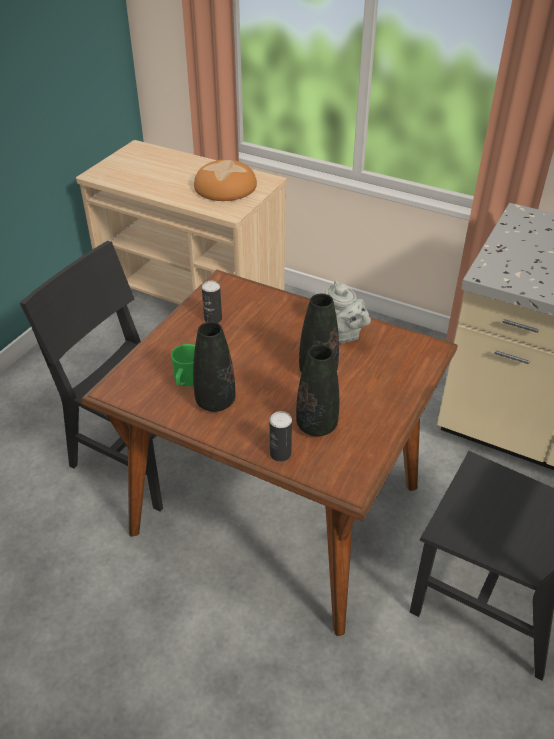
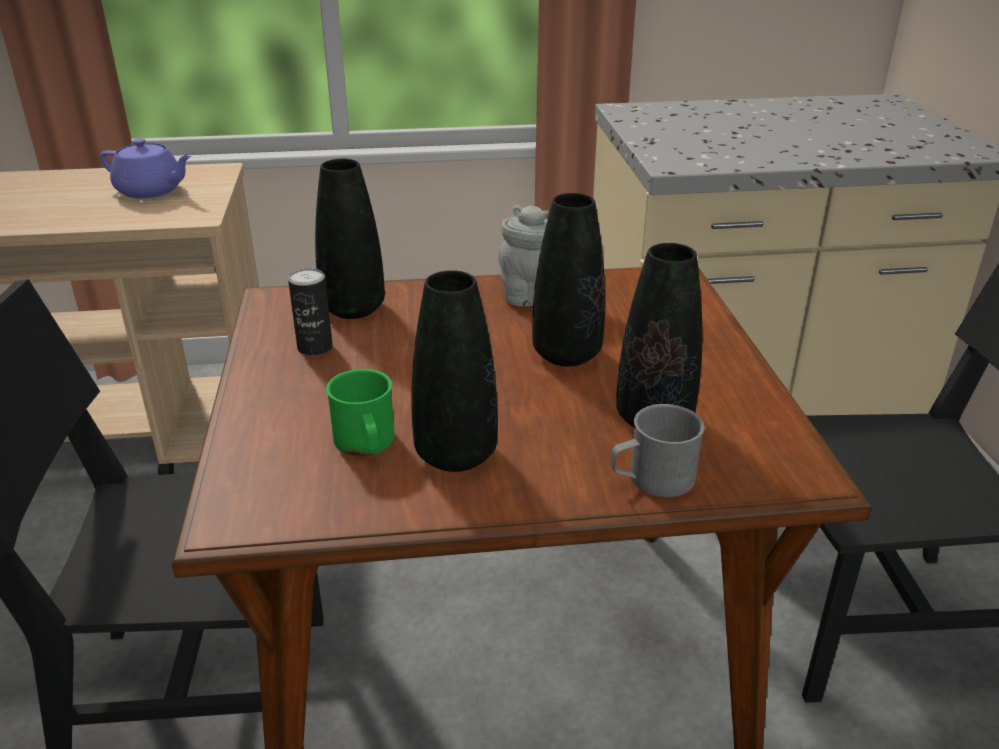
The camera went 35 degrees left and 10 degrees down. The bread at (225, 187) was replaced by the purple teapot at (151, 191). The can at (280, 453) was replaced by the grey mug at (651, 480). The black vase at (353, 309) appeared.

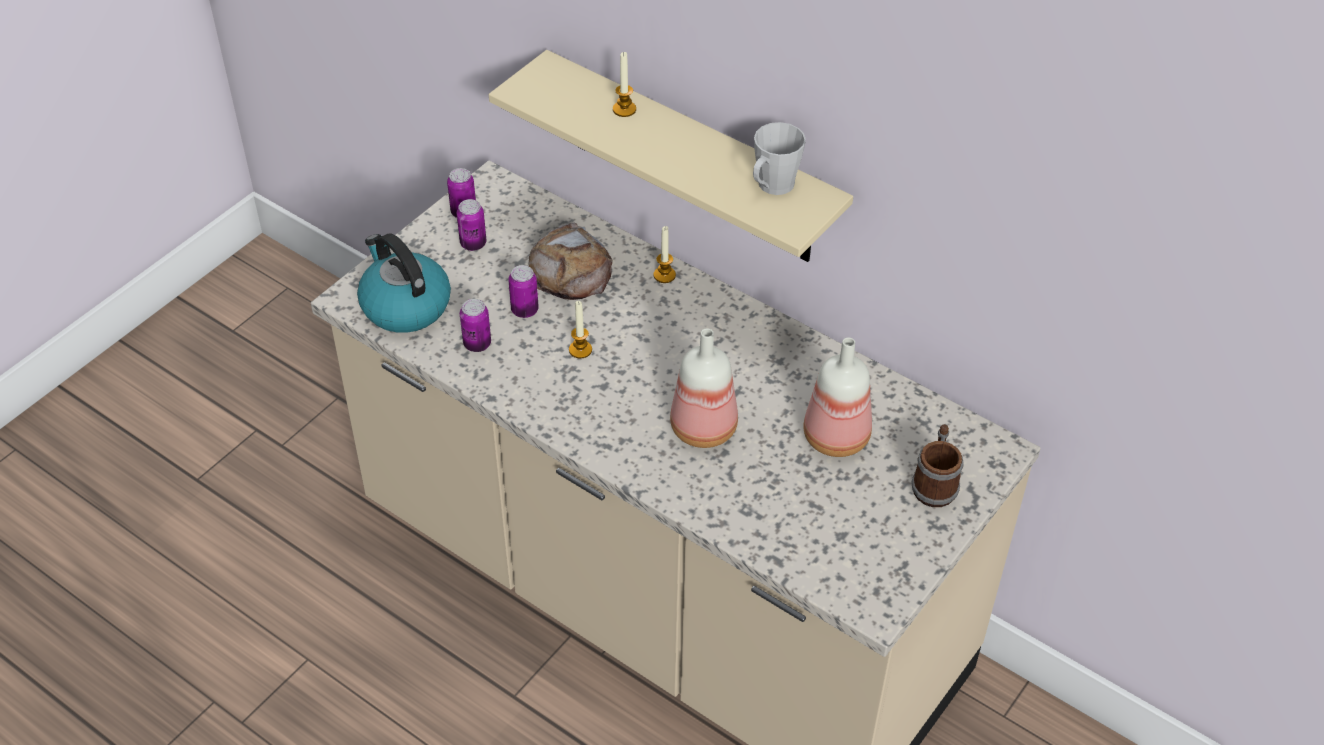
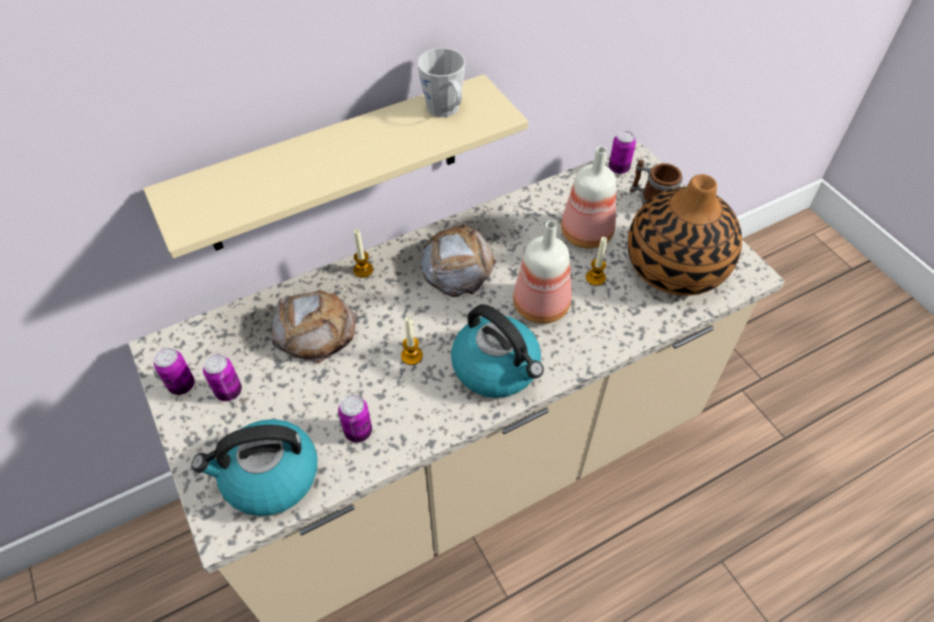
The camera went 65 degrees left and 5 degrees up. The candle moved from (624, 109) to (595, 278). The can moved from (524, 310) to (618, 168). The vase at (675, 267) appeared. The bread at (457, 266) appeared. The kettle at (497, 368) appeared.

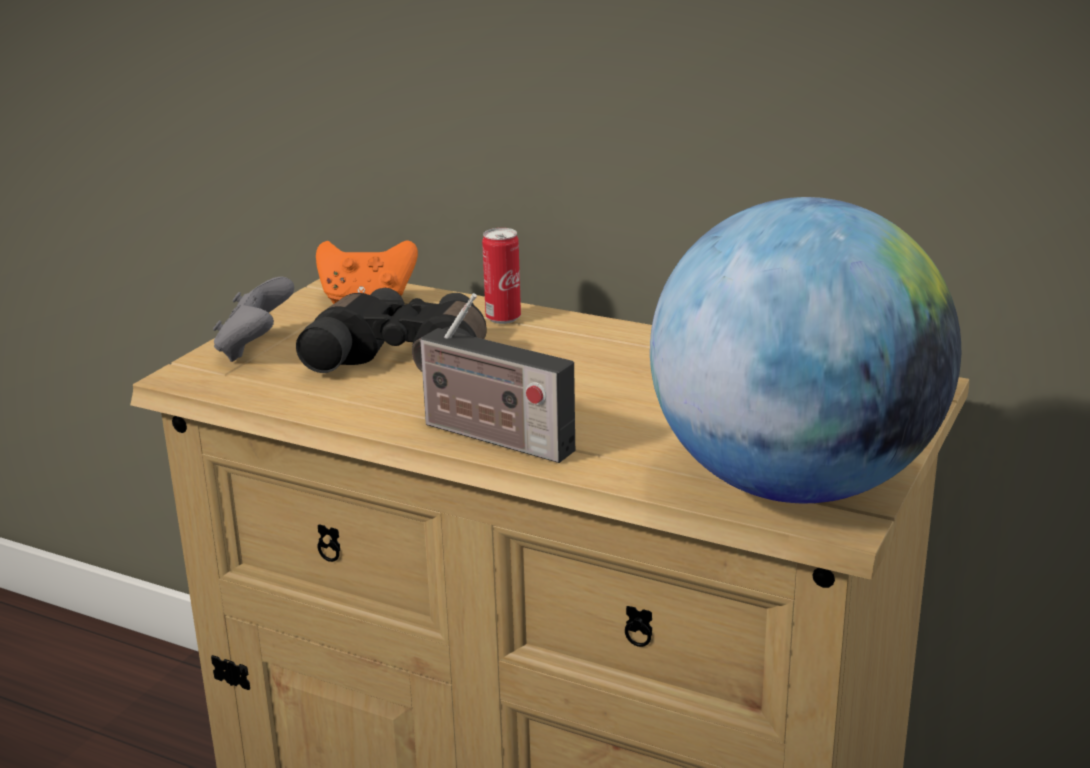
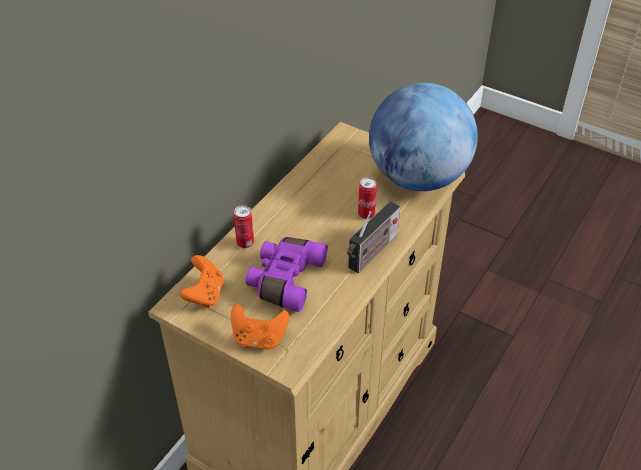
The camera went 85 degrees left and 20 degrees up. The grey game controller at (255, 349) became the orange game controller at (259, 338). The black binoculars at (405, 358) became the purple binoculars at (284, 279). The can at (366, 214) appeared.

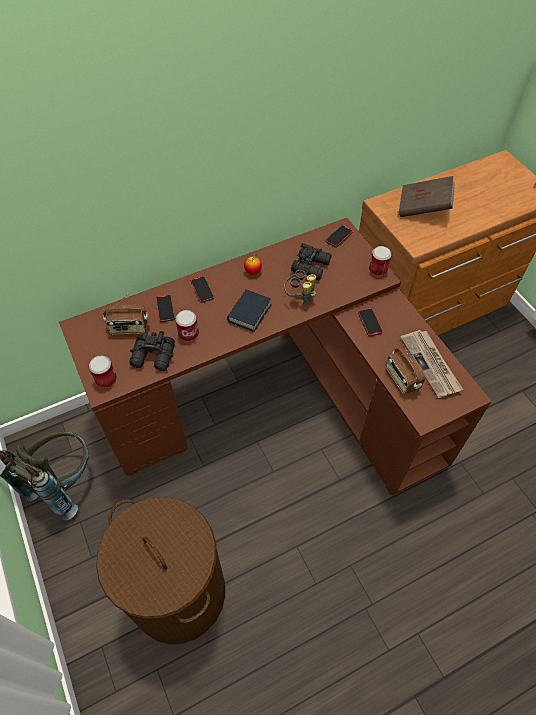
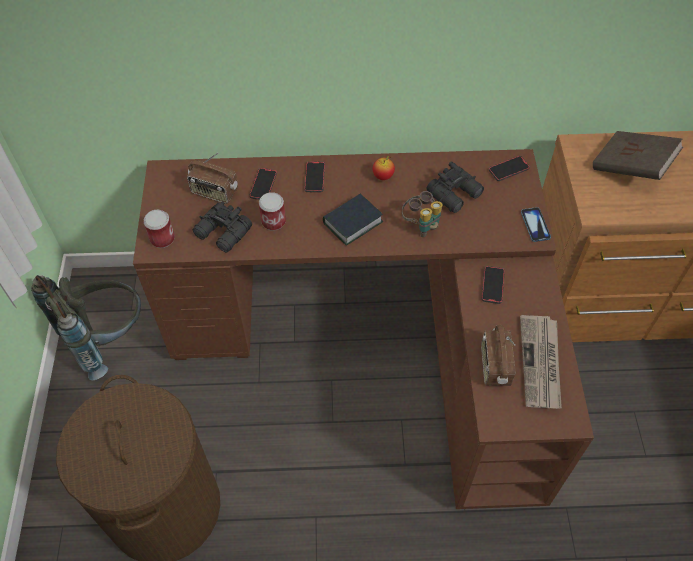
The camera went 25 degrees right and 0 degrees up. The can at (378, 269) was replaced by the phone at (535, 225).

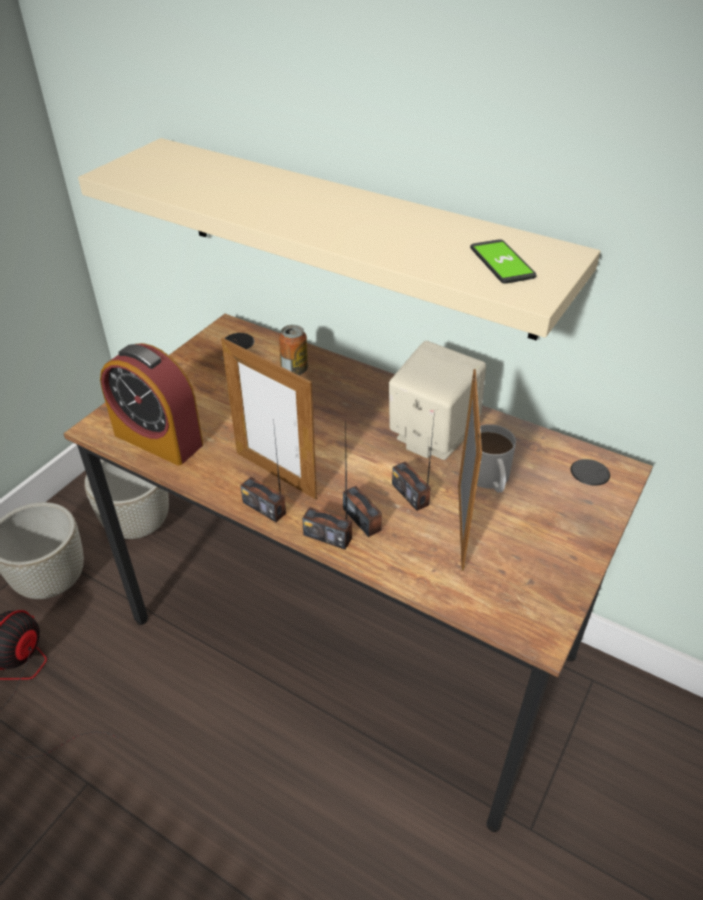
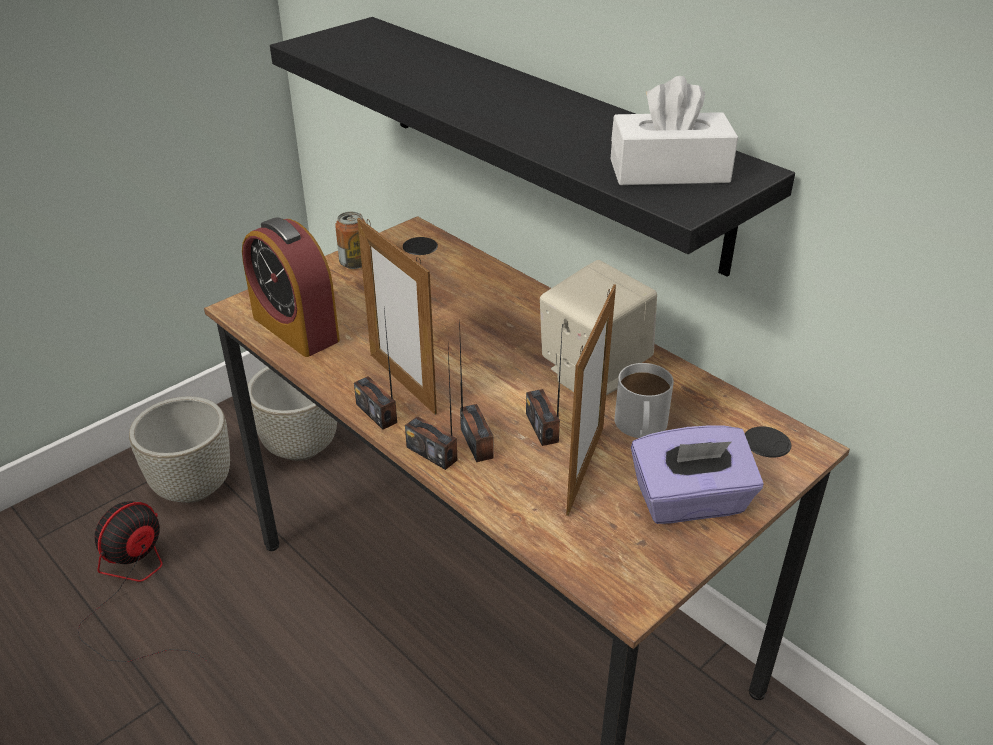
The camera went 15 degrees right and 5 degrees down. The beige shelf at (352, 236) became the black shelf at (546, 137). The phone at (501, 263) was replaced by the white tissue box at (669, 171). The can moved from (294, 370) to (354, 263). The purple tissue box at (690, 502) appeared.

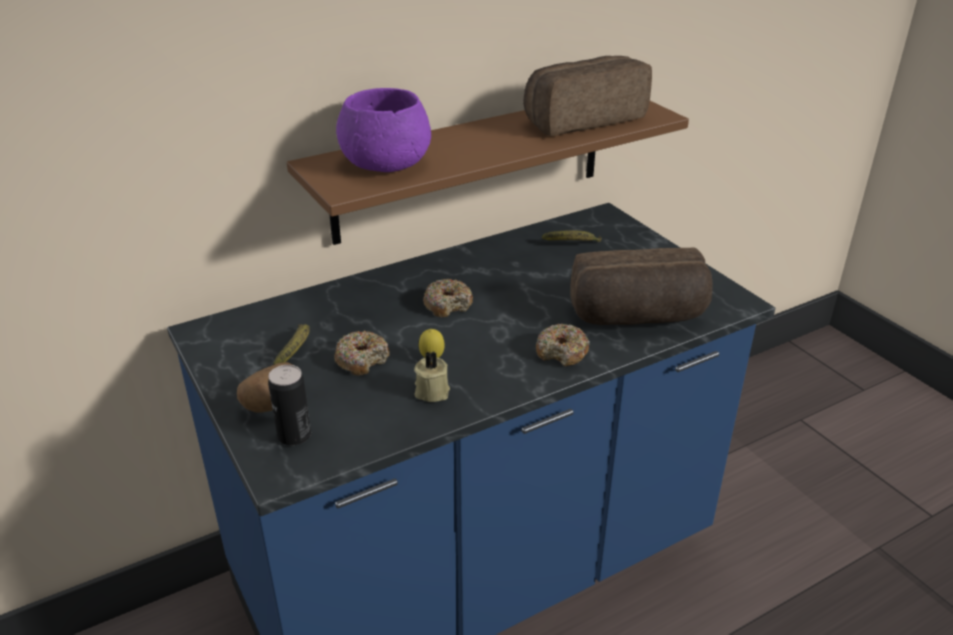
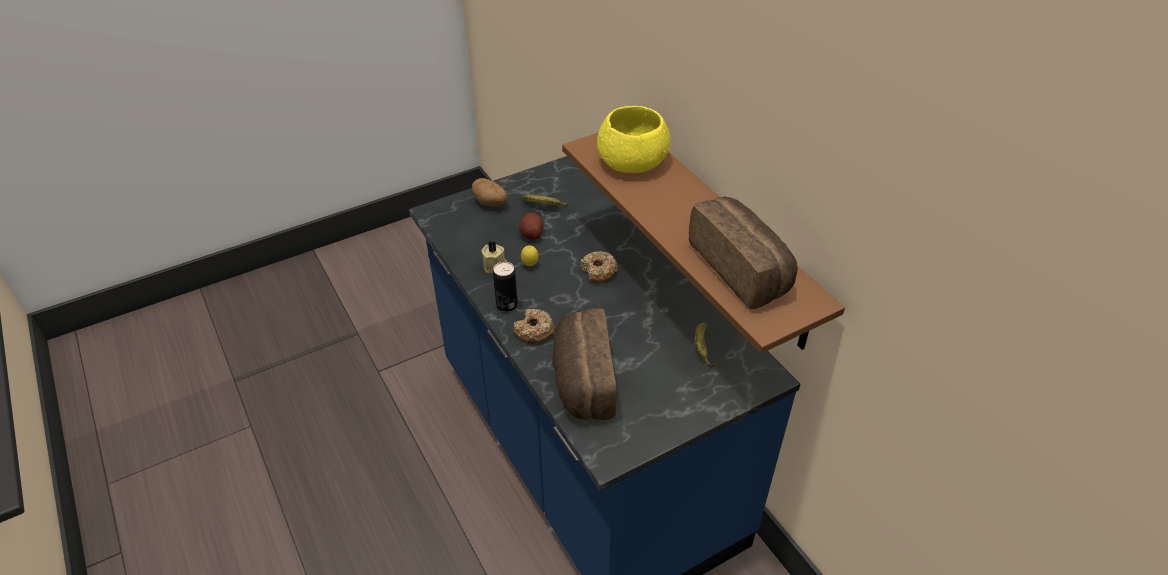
The camera went 90 degrees right and 10 degrees up. The purple bowl at (385, 163) became the yellow bowl at (631, 161). The donut at (362, 360) was replaced by the potato at (531, 234). The can moved from (294, 435) to (507, 305).

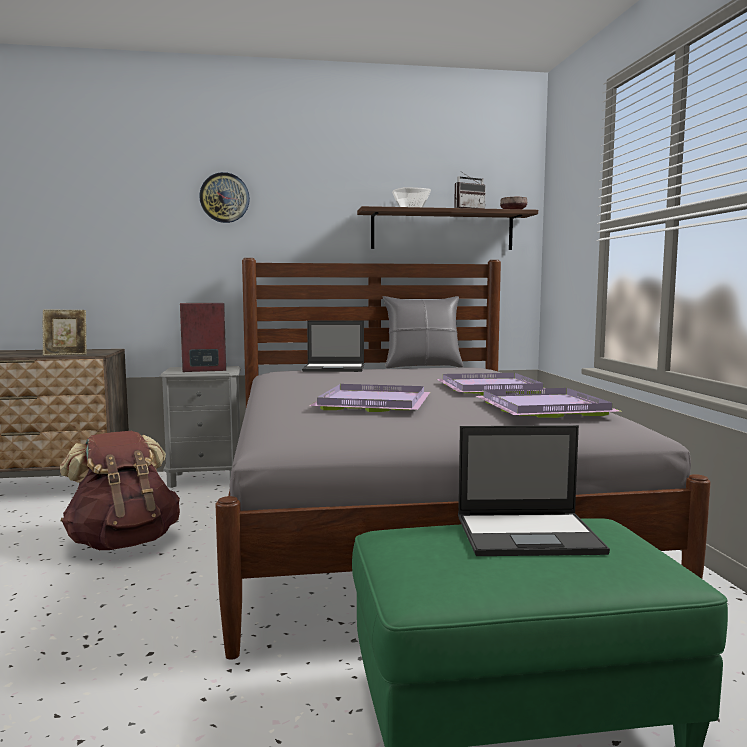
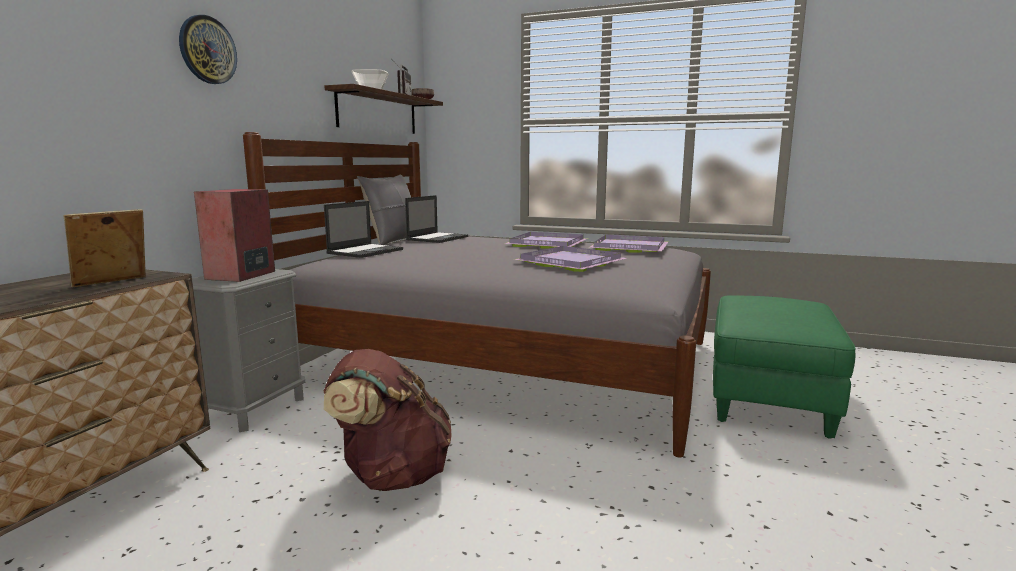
The camera went 60 degrees left and 5 degrees up. The picture frame at (66, 354) turned 150 degrees counterclockwise. The laptop moved from (529, 534) to (438, 238).

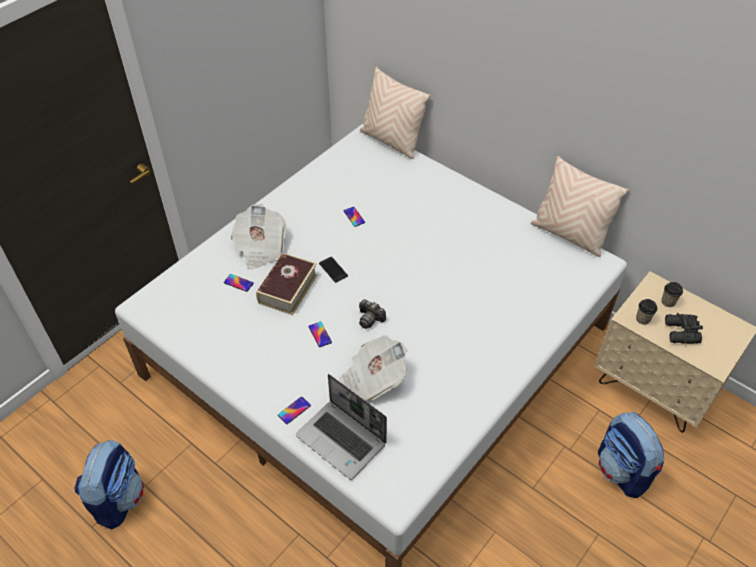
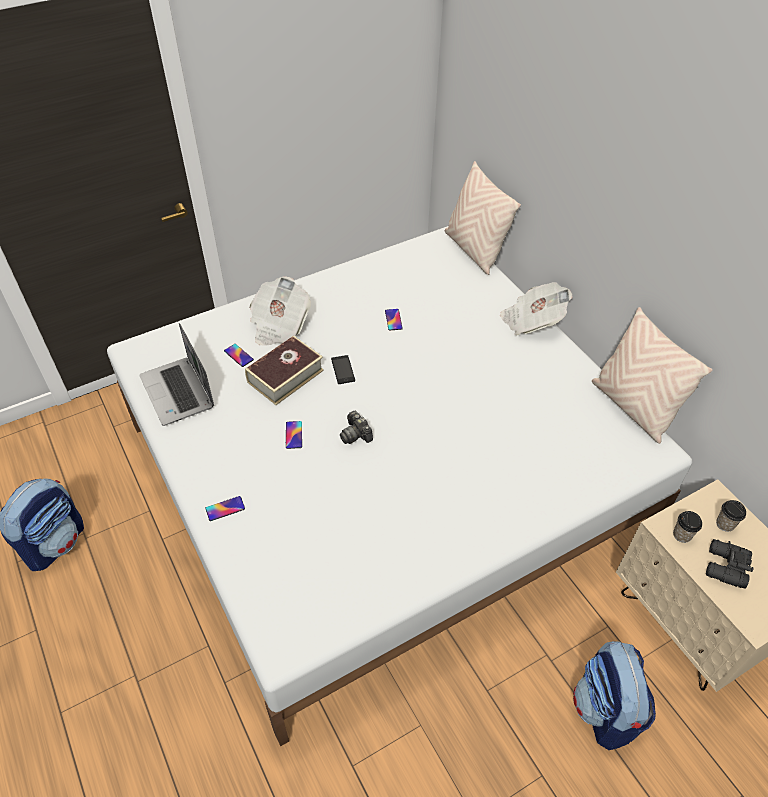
The camera went 20 degrees right and 0 degrees up. The newspaper moved from (373, 379) to (532, 321). The laptop moved from (342, 440) to (179, 392).

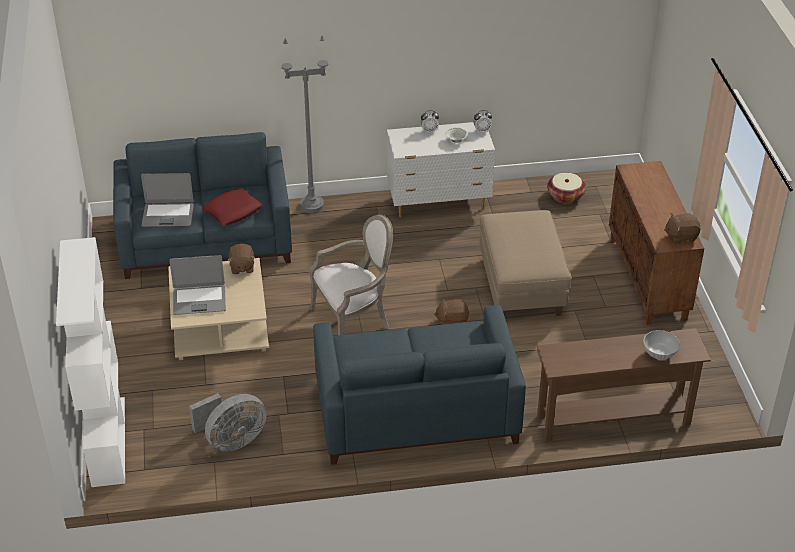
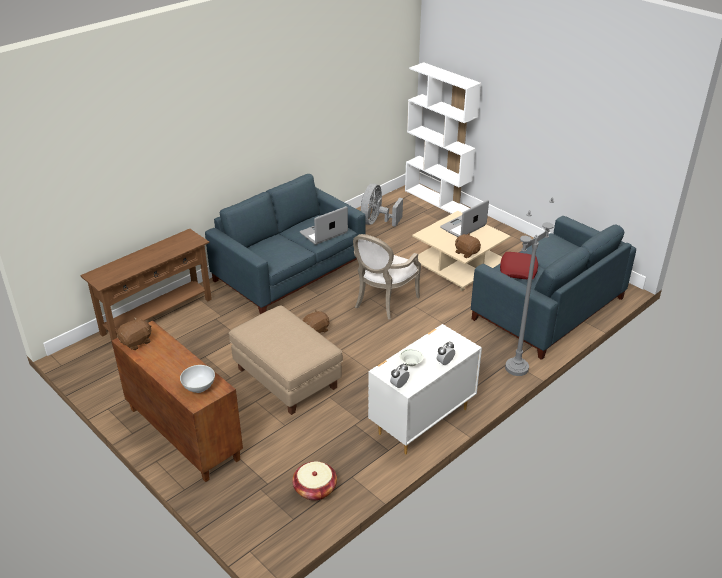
The camera went 145 degrees right and 5 degrees down. The laptop moved from (168, 215) to (324, 233). The white bowl moved from (659, 354) to (199, 387).

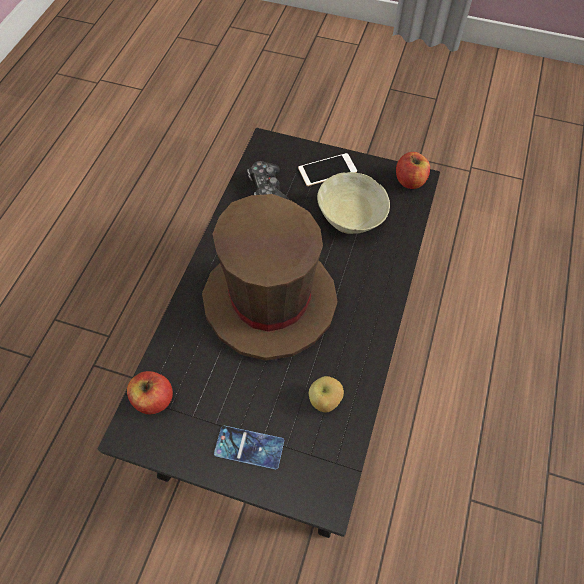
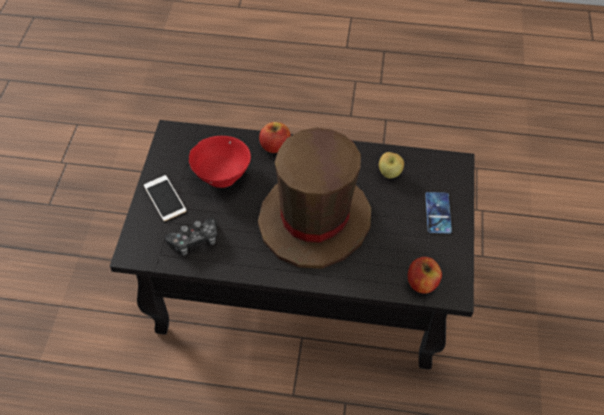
The camera went 100 degrees left and 5 degrees down. The apple moved from (410, 181) to (275, 146). The beige bowl at (351, 221) became the red bowl at (223, 175).

